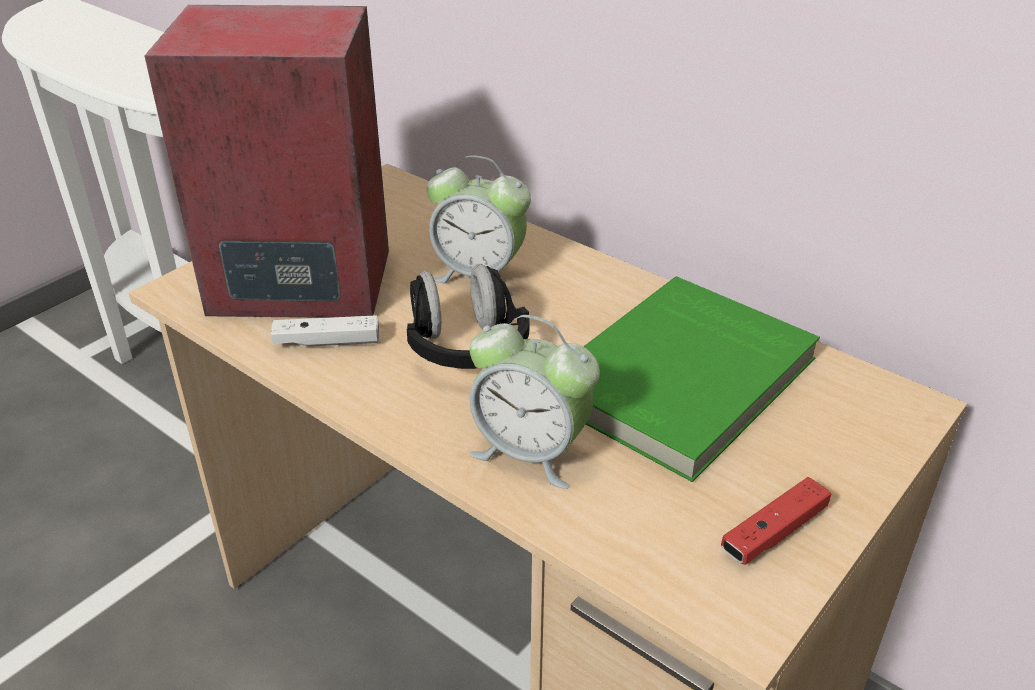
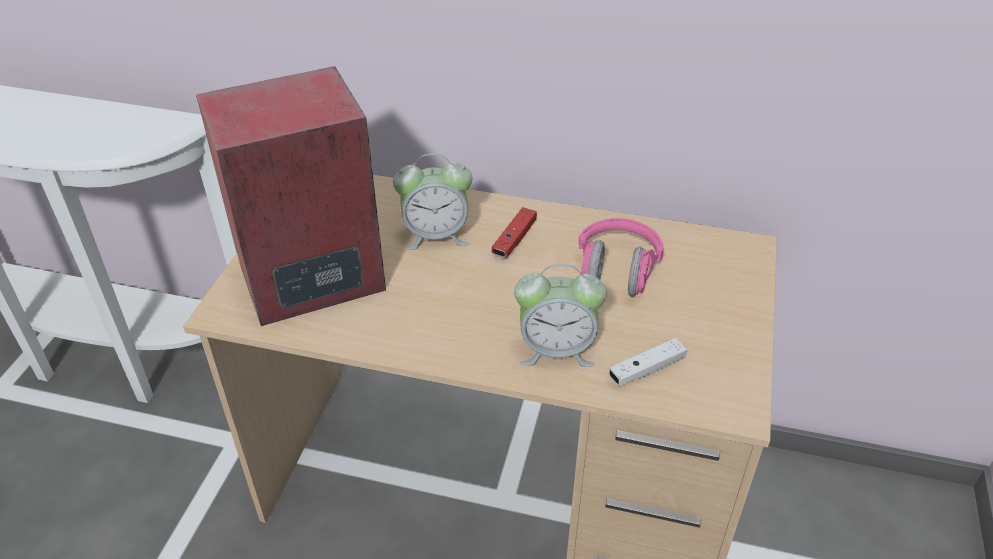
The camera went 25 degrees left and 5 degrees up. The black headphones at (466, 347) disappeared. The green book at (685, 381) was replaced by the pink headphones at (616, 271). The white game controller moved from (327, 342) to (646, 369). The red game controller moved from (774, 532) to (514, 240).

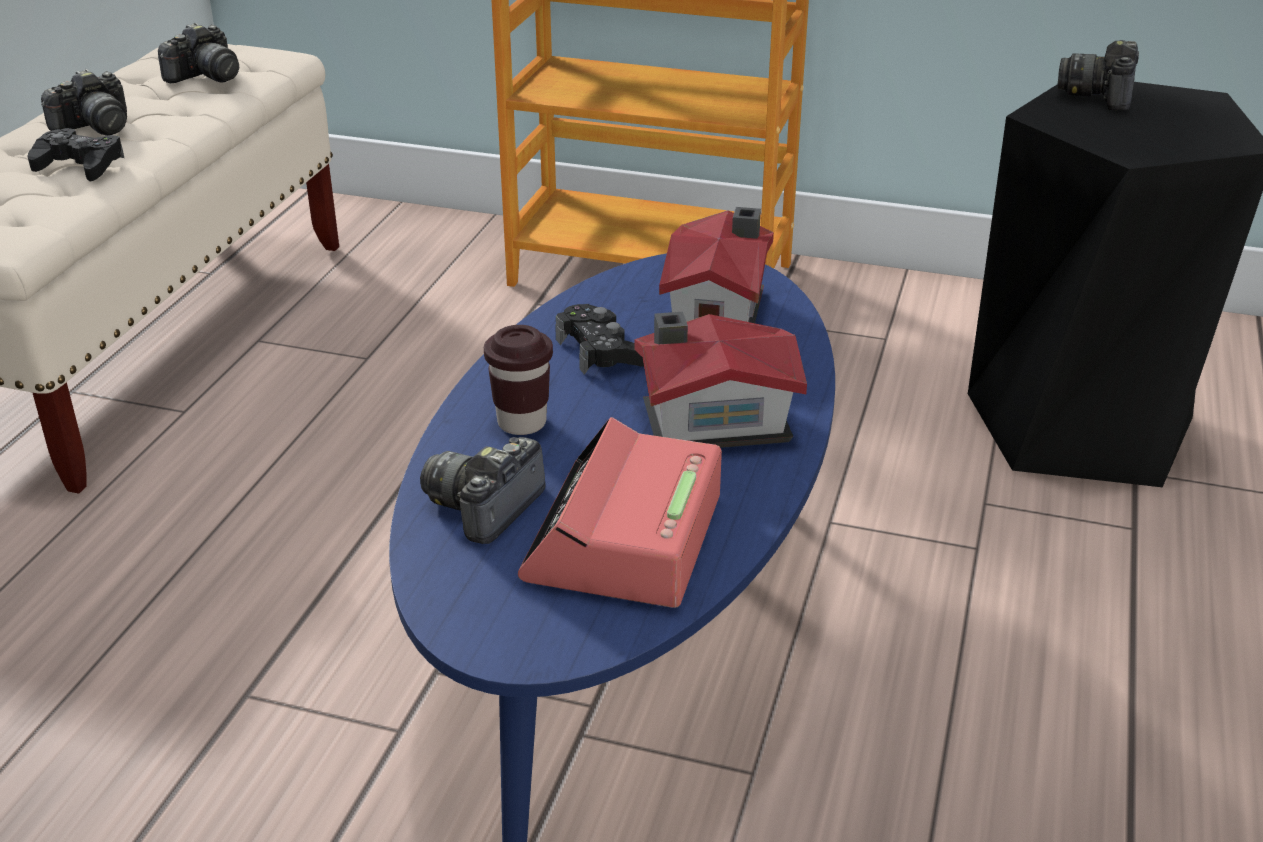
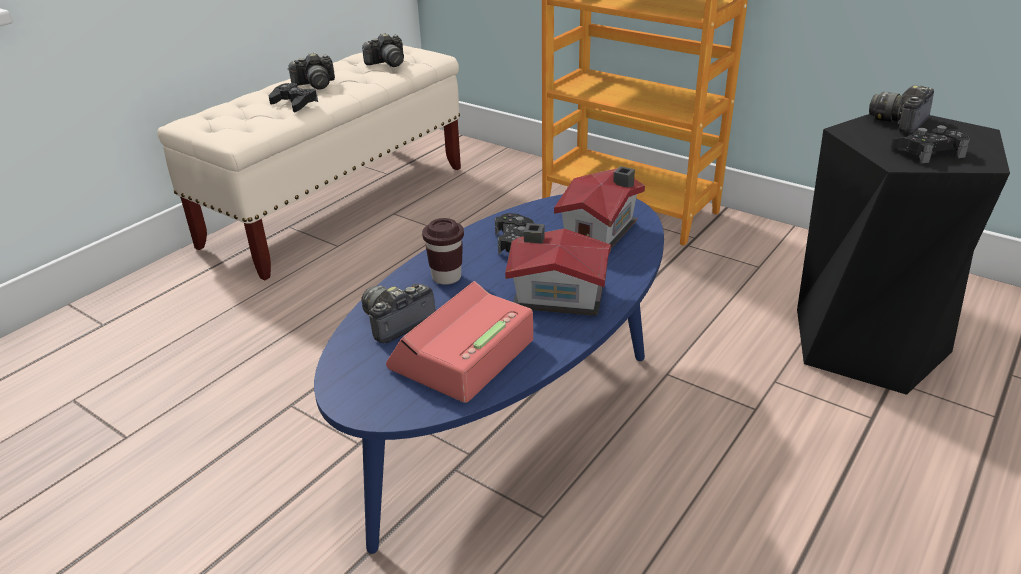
The camera went 20 degrees right and 0 degrees up. The black game controller at (928, 152) appeared.

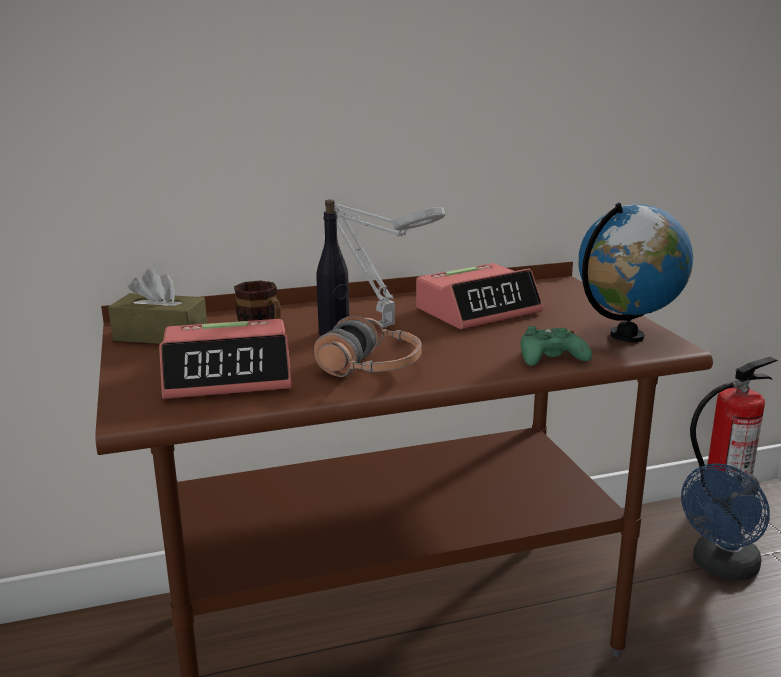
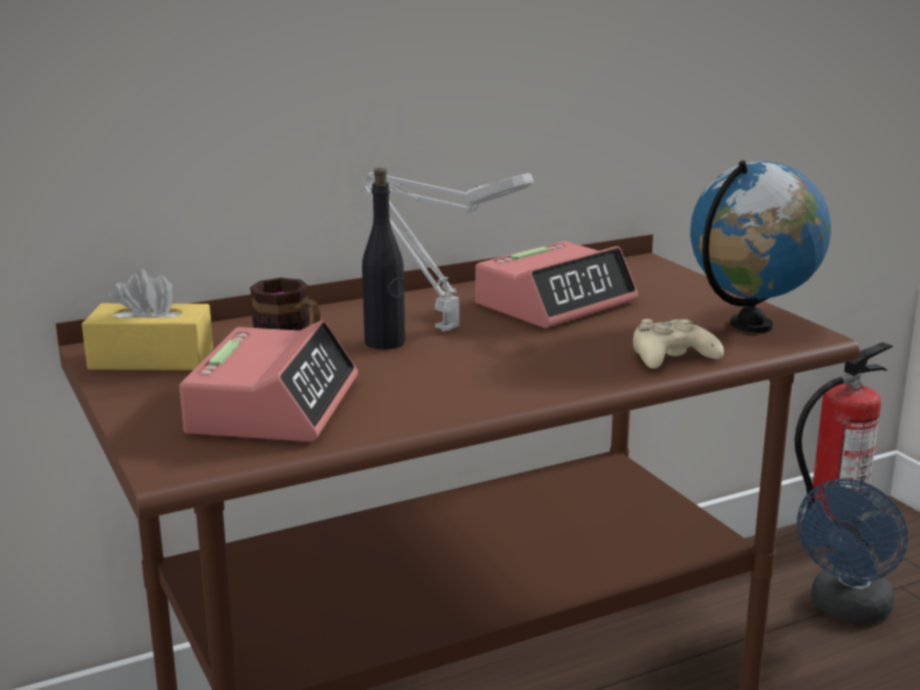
The camera went 10 degrees left and 0 degrees up. The brown tissue box at (161, 336) became the yellow tissue box at (151, 359). The headphones at (370, 369) disappeared. The alarm clock at (229, 376) turned 60 degrees counterclockwise. The green game controller at (551, 357) became the beige game controller at (672, 357).

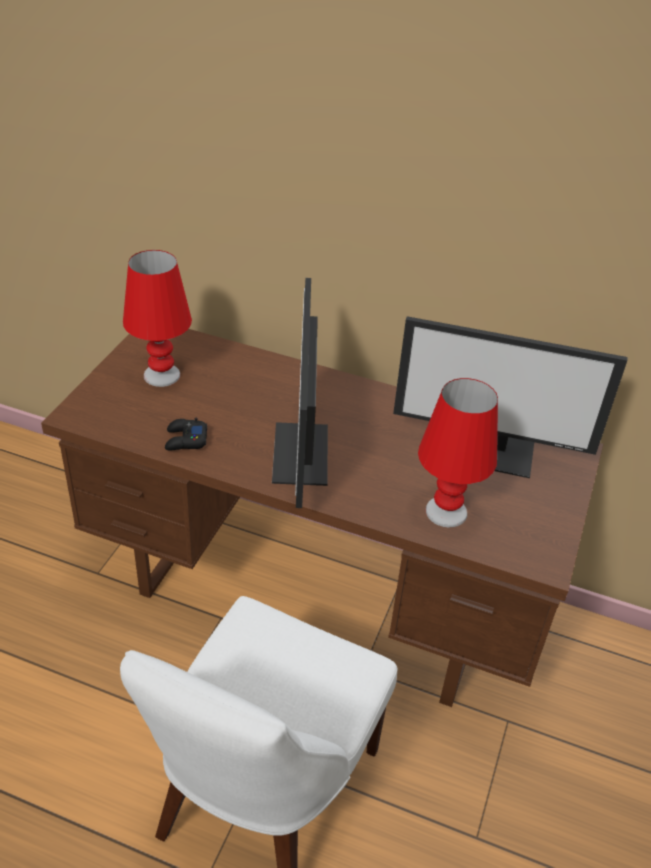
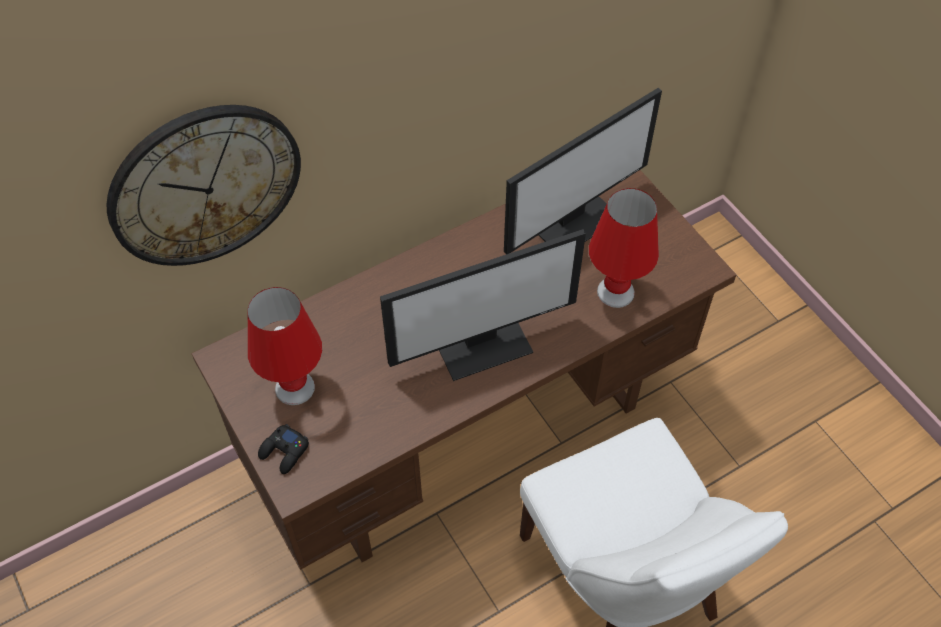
The camera went 50 degrees left and 15 degrees up. The monitor at (302, 454) turned 60 degrees counterclockwise. The black game controller moved from (185, 440) to (284, 452). The wall clock at (205, 185) appeared.

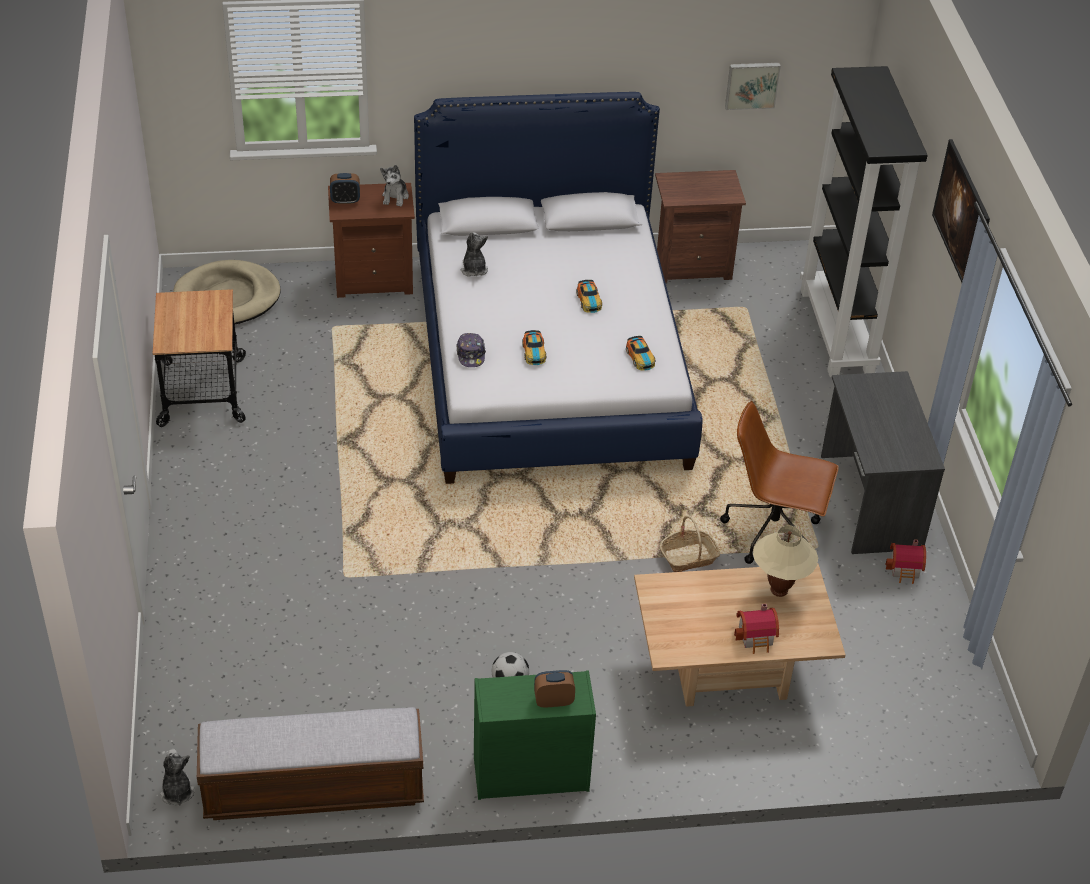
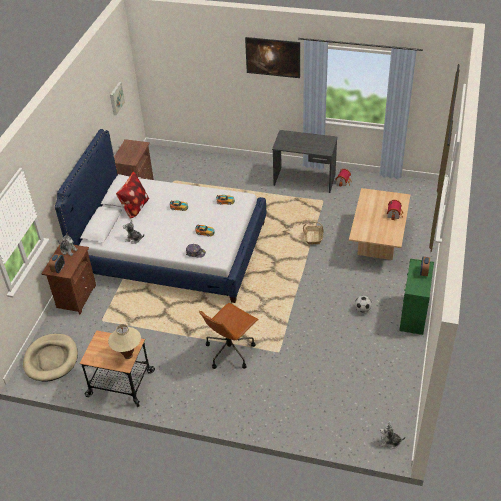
The camera went 65 degrees left and 0 degrees up. The black bookcase at (838, 332) disappeared. The brown office chair moved from (774, 532) to (230, 351). The beige table lamp moved from (778, 590) to (128, 355). The bench at (313, 789) disappeared. The pillow at (134, 208) appeared.

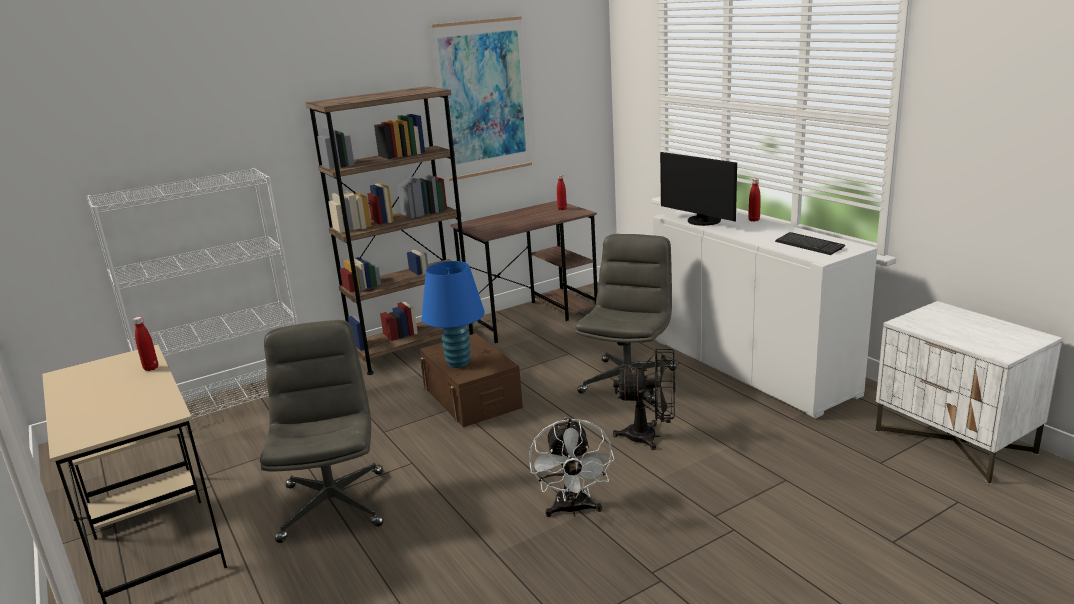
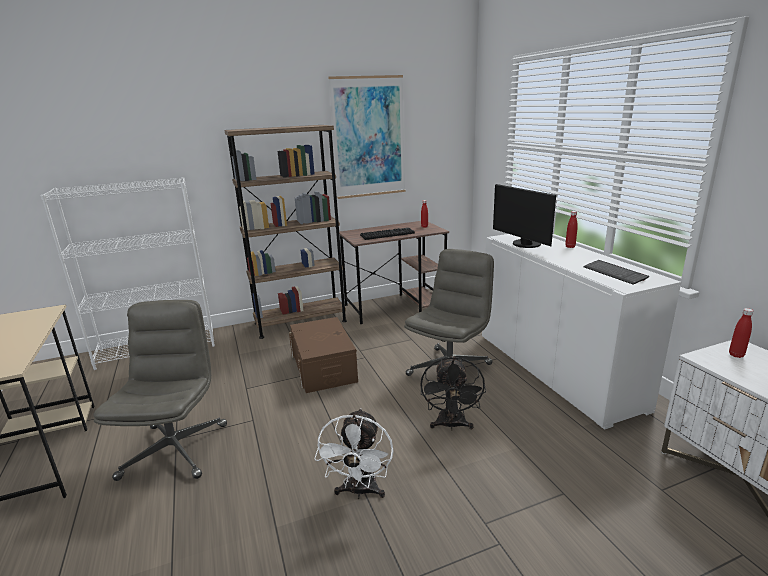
The camera went 10 degrees right and 0 degrees up. The blue table lamp at (458, 363) disappeared. The red bottle moved from (151, 368) to (736, 355). The black fan at (650, 436) turned 75 degrees clockwise. The keyboard at (387, 234) appeared.

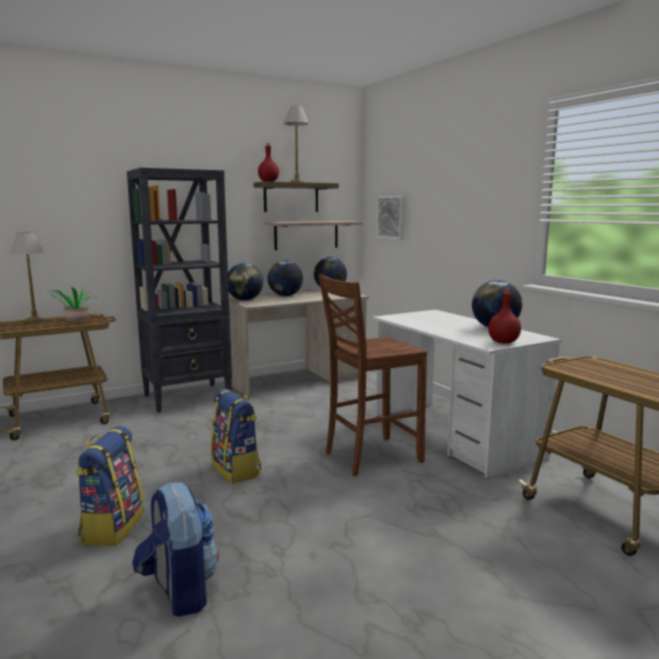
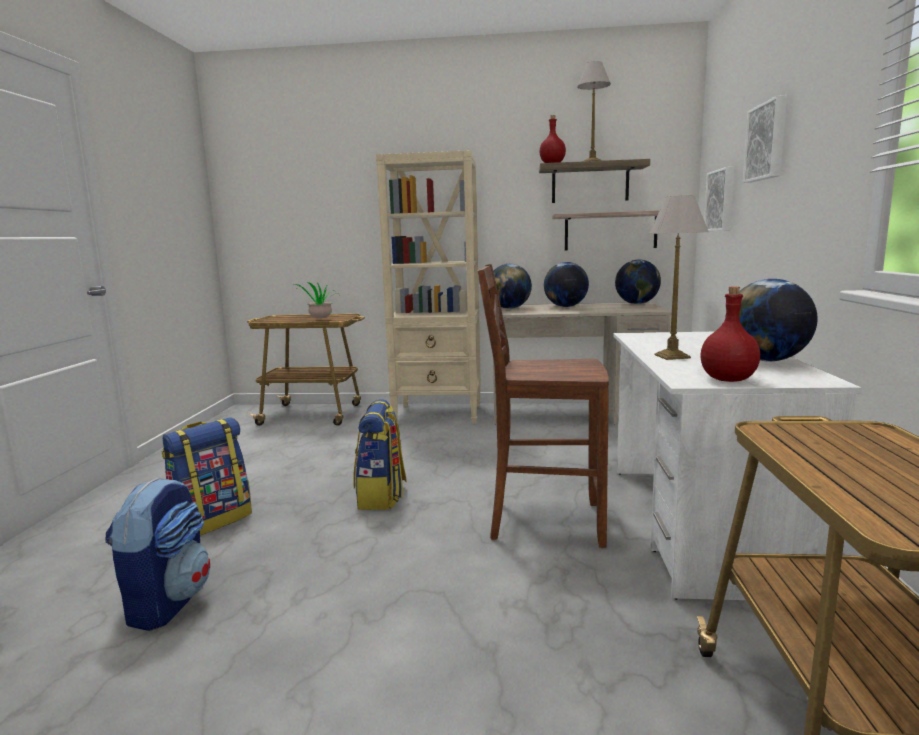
The camera went 35 degrees right and 0 degrees up. The black bookcase at (188, 397) became the beige bookcase at (439, 414). The table lamp moved from (34, 320) to (671, 356). The picture at (767, 141) appeared.

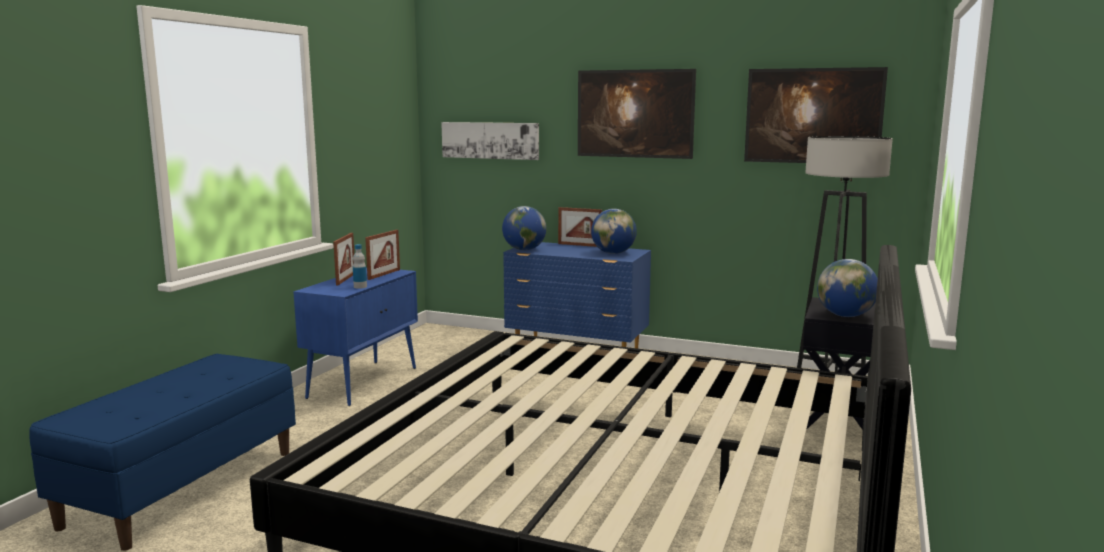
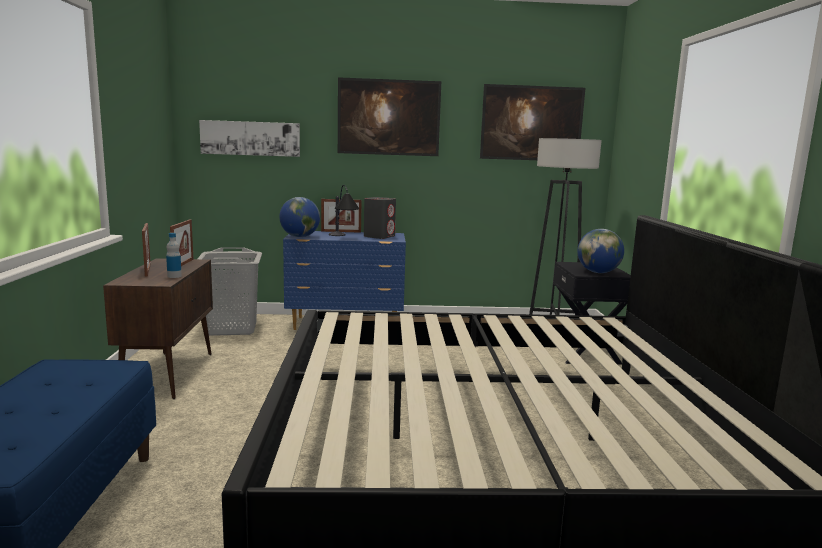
The camera went 25 degrees left and 0 degrees up. The globe at (613, 253) was replaced by the grey speaker at (379, 236). The blue cabinet at (364, 382) became the brown cabinet at (169, 374). The table lamp at (343, 237) appeared. The grey laundry basket at (232, 328) appeared.

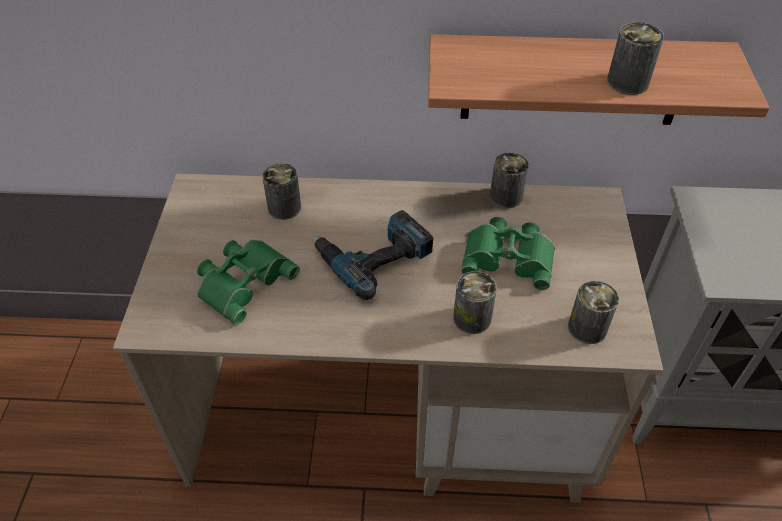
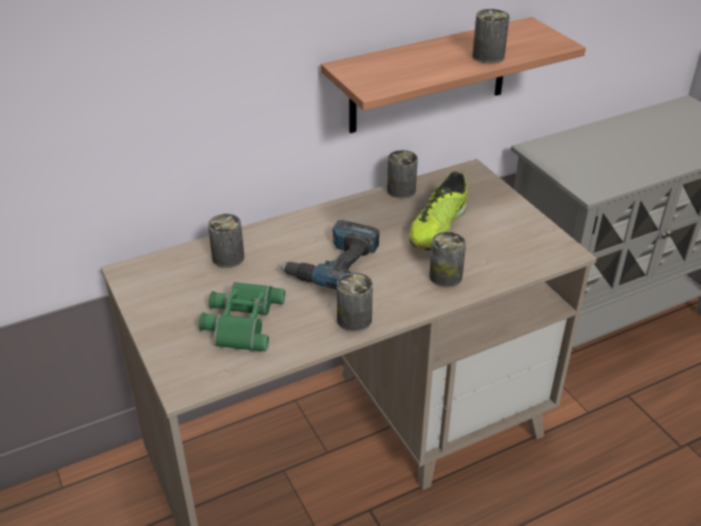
The camera went 30 degrees left and 10 degrees down. The green binoculars at (509, 256) was replaced by the shoe at (437, 228). The can moved from (587, 328) to (354, 319).

